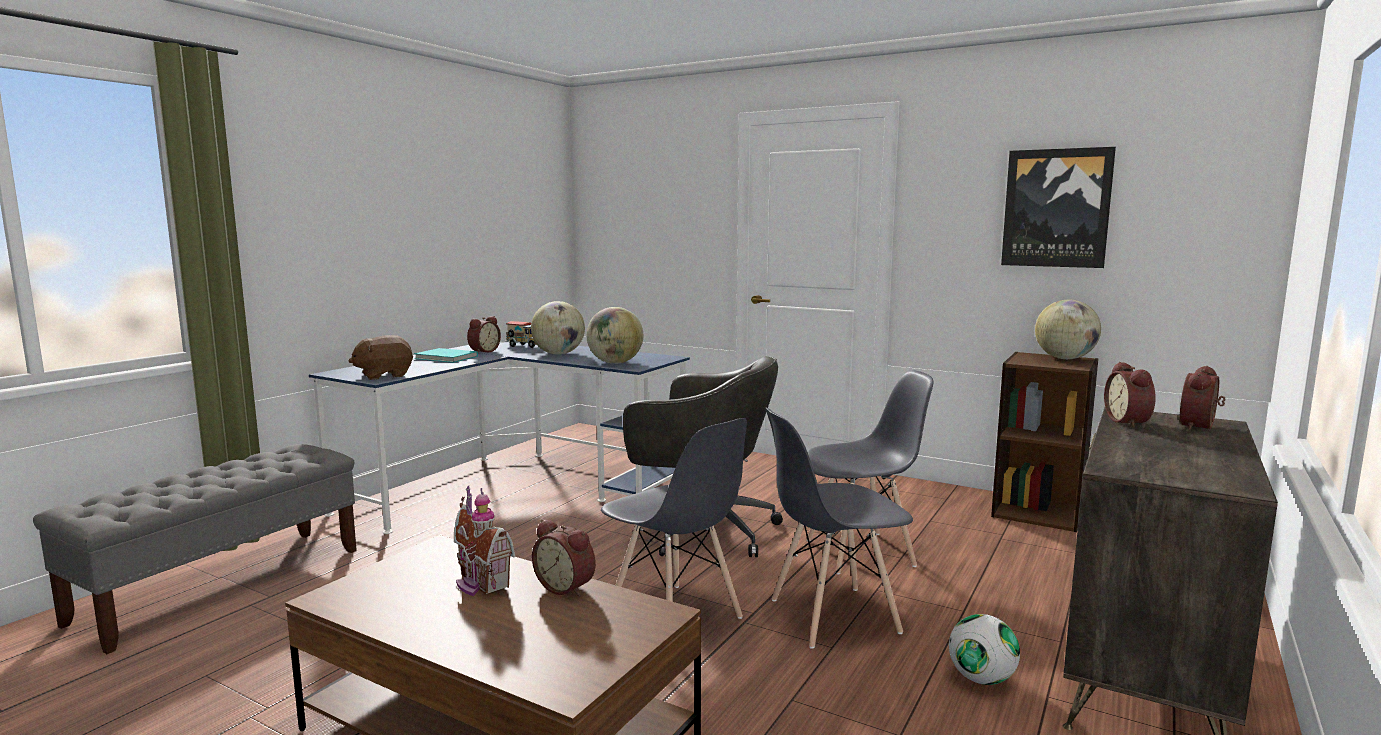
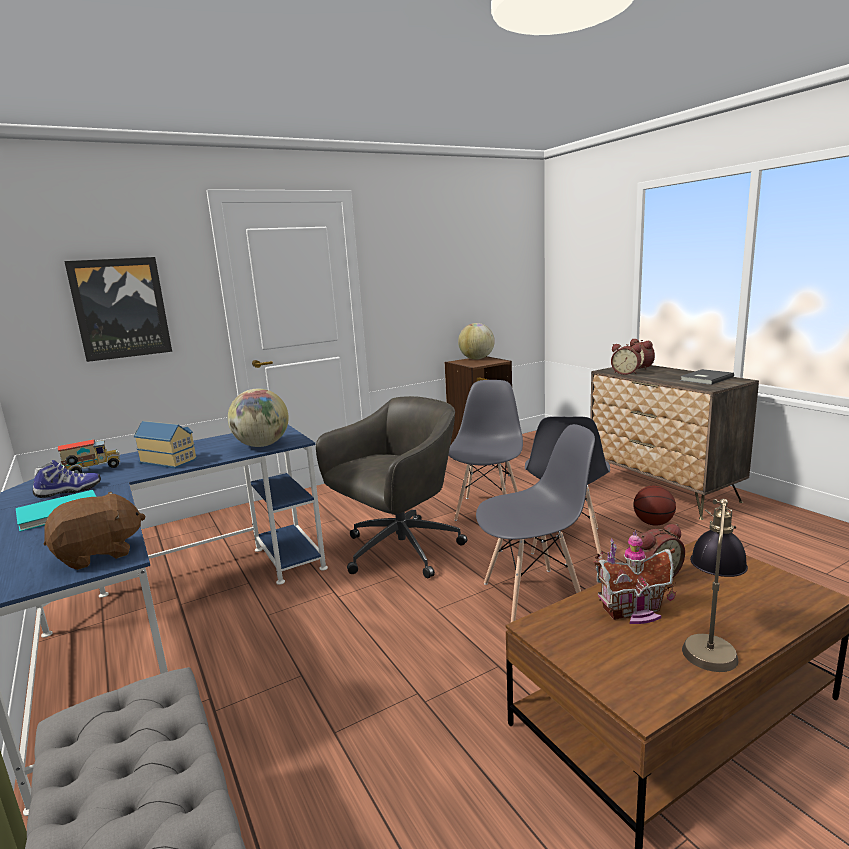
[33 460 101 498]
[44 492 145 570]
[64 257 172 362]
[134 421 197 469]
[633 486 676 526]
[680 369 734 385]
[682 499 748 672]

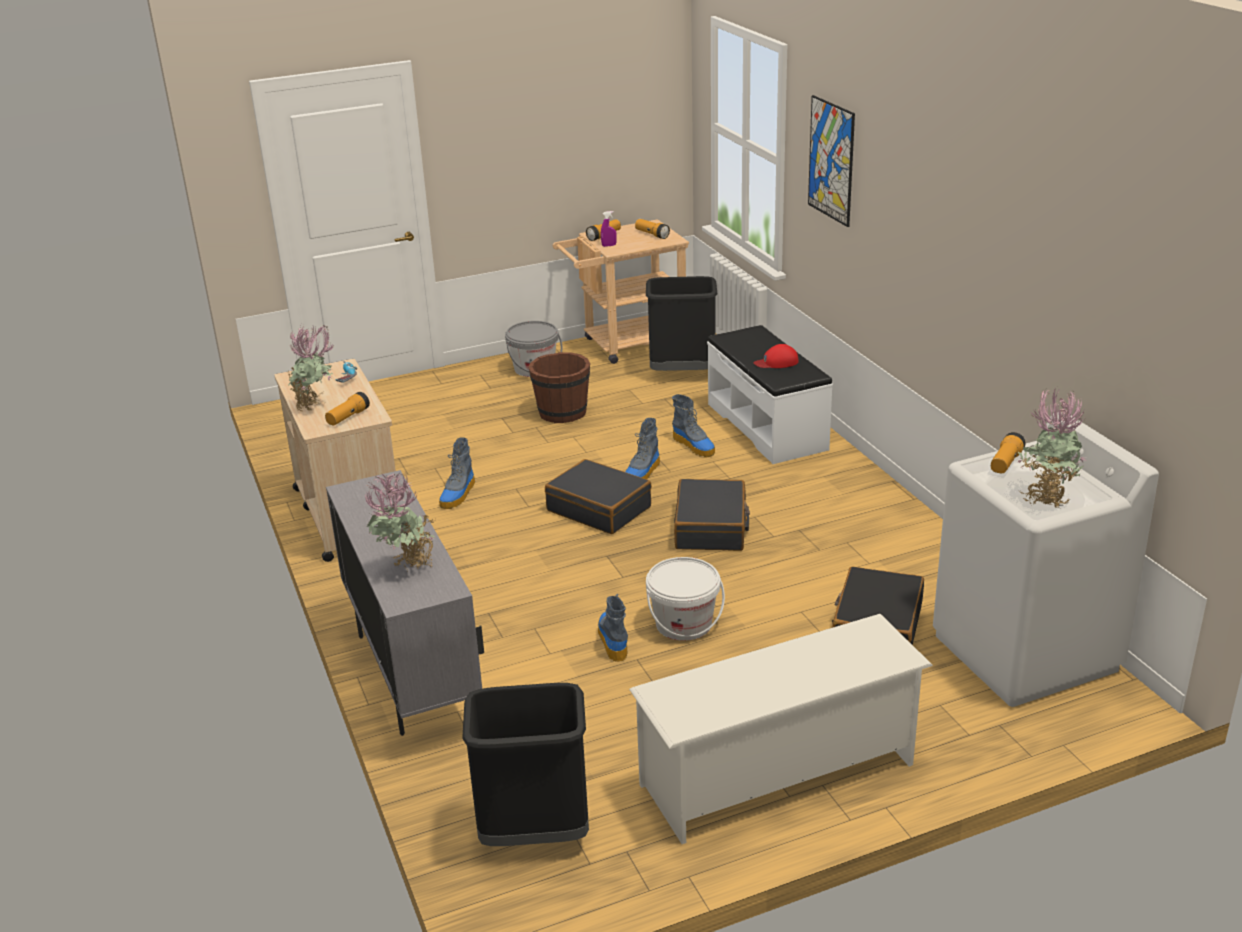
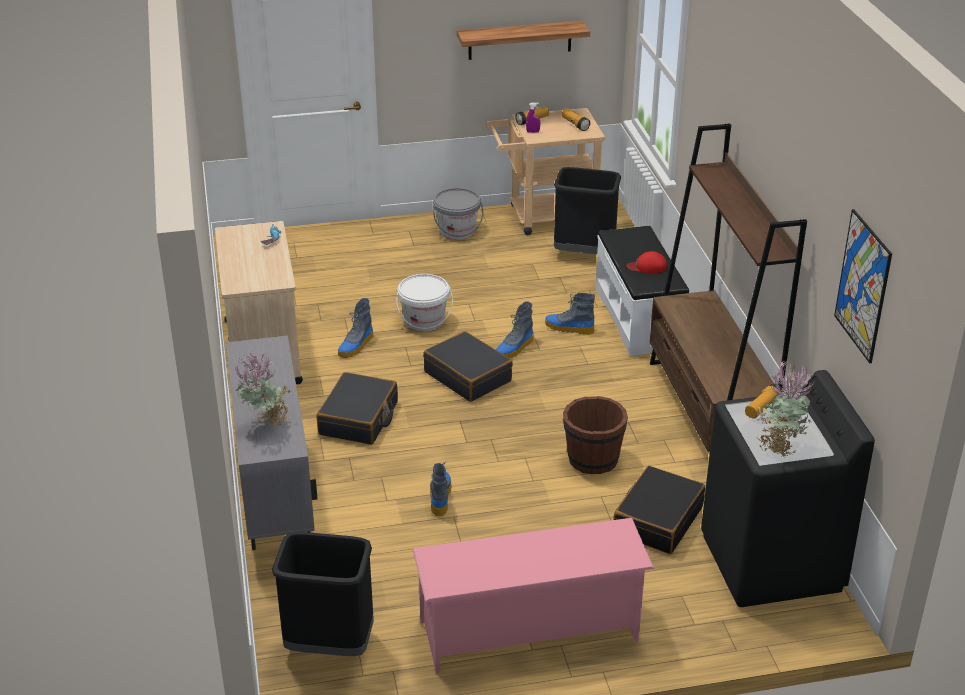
[317 372 398 445]
[396 274 453 332]
[413 518 654 673]
[457 21 590 60]
[545 293 595 335]
[563 396 628 474]
[650 123 807 452]
[701 370 875 607]
[834 209 892 364]
[288 325 333 412] (first image)
[325 392 370 426] (first image)

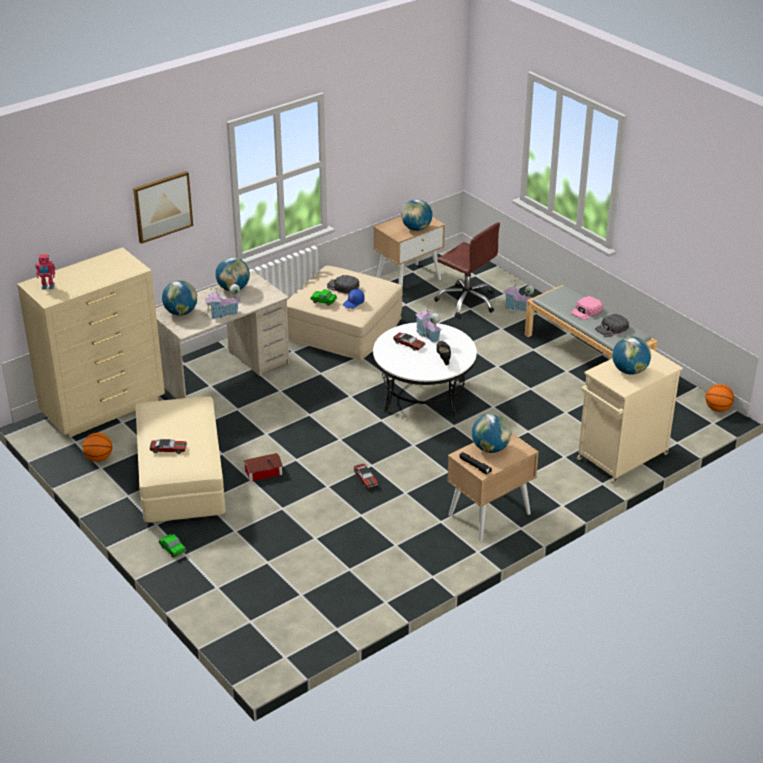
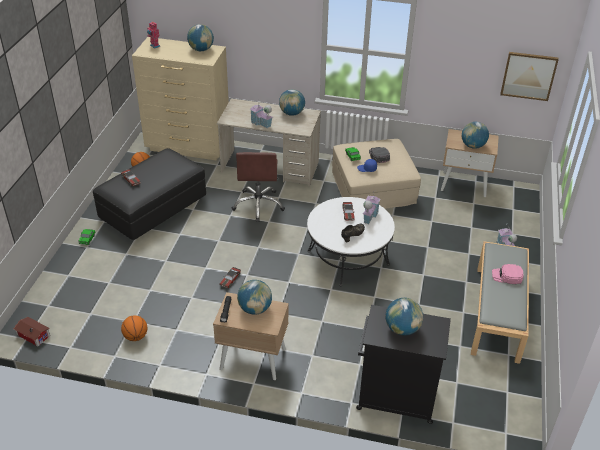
[13 317 50 347]
[93 148 206 240]
[121 315 147 341]
[187 24 214 51]
[232 152 285 222]
[356 305 451 424]
[500 52 559 101]
[595 314 629 337] (first image)

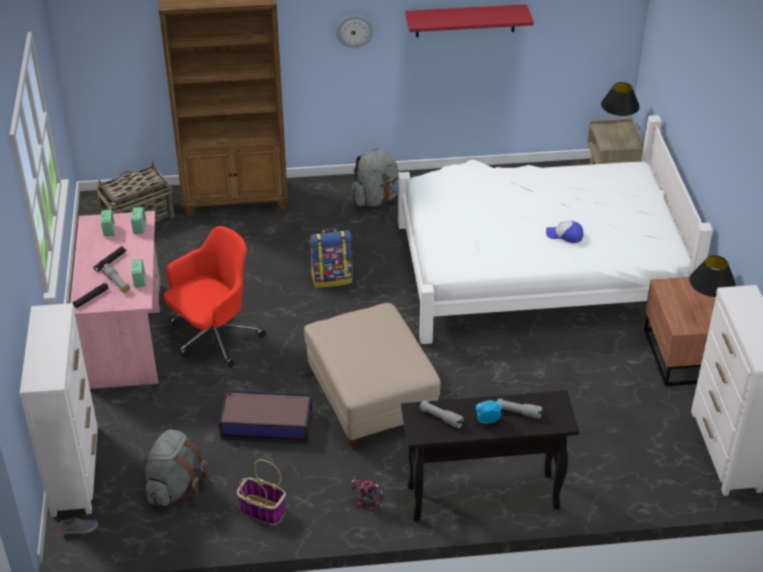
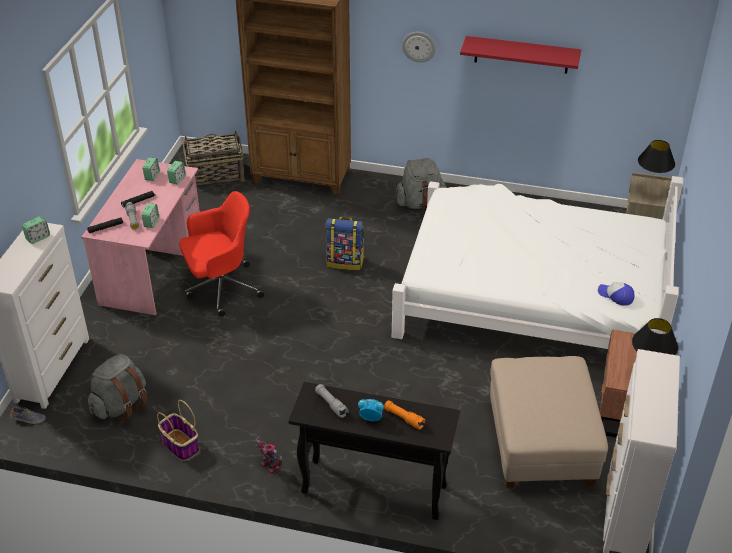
[22 217 50 244]
[384 400 425 429]
[490 356 608 488]
[598 282 635 306]
[219 390 312 444] (first image)

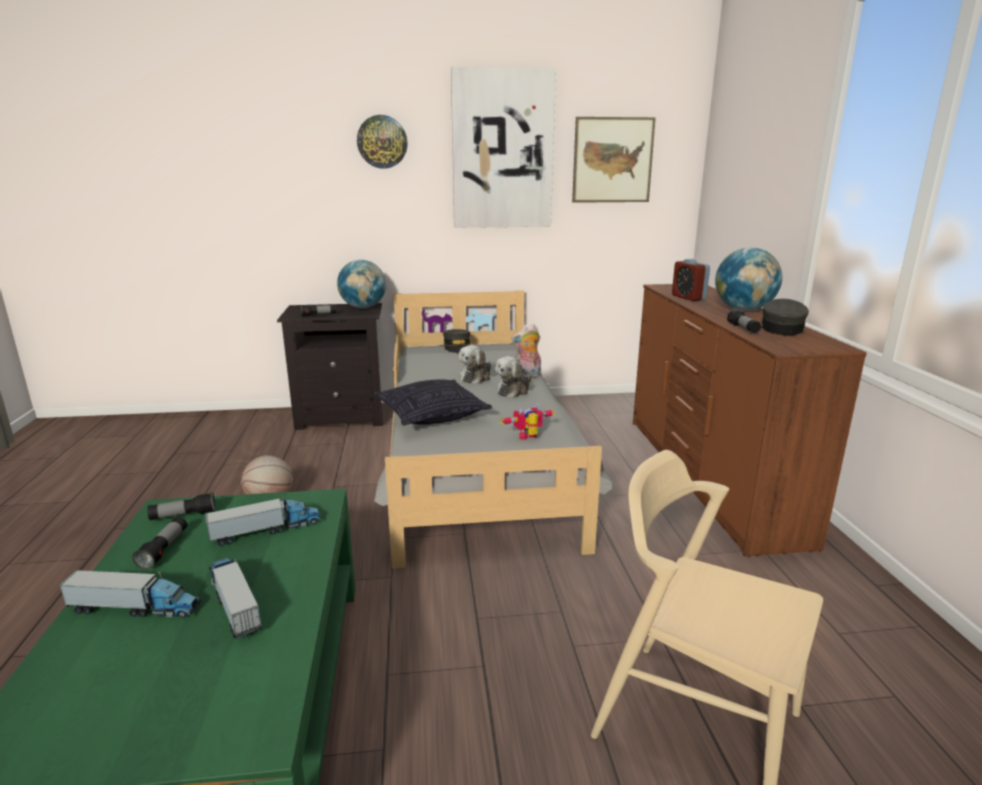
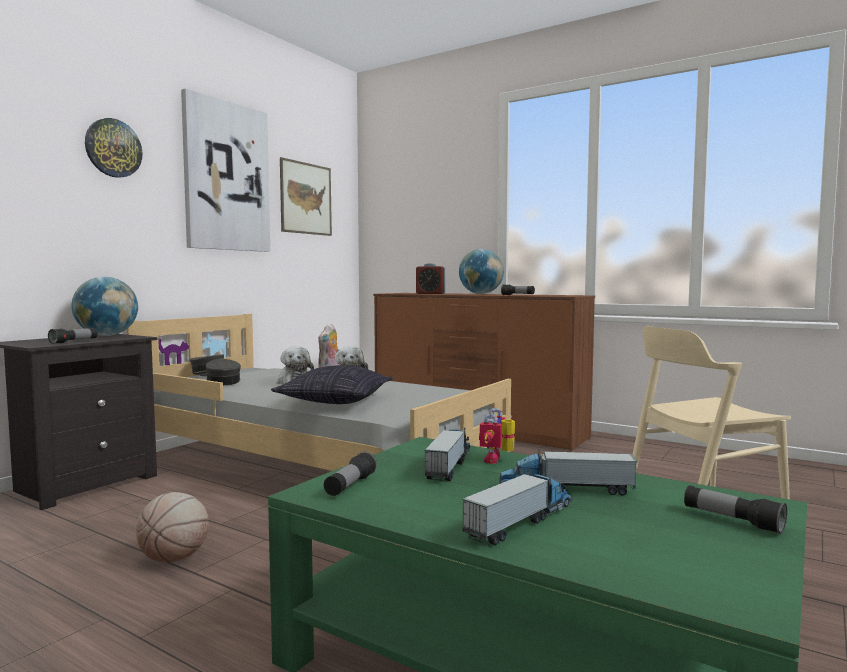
[206 359 241 385]
[479 408 515 464]
[684 485 787 534]

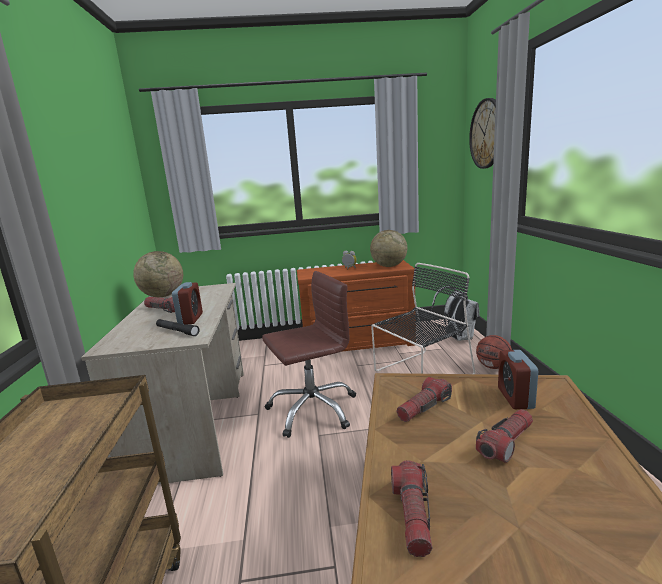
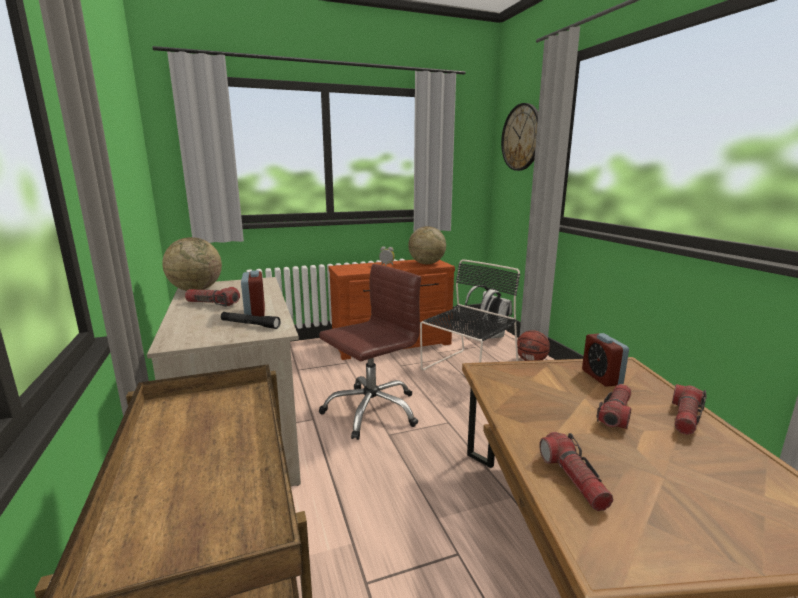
[672 384 707 435]

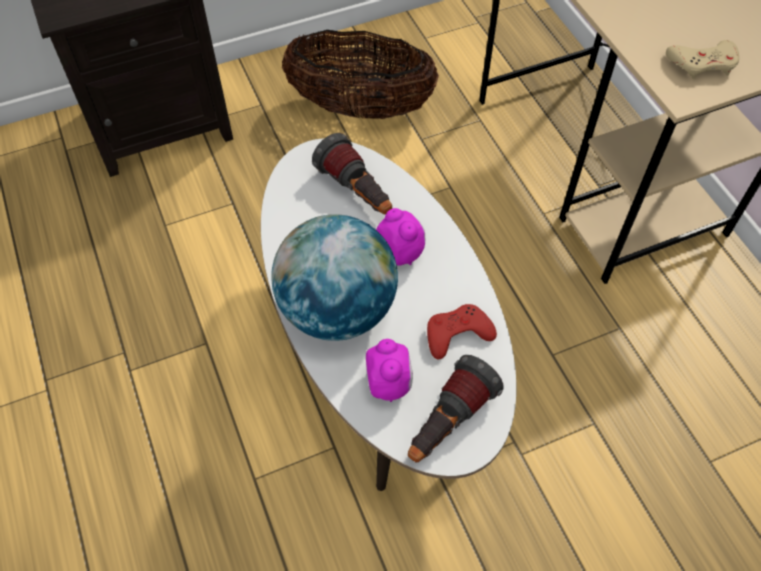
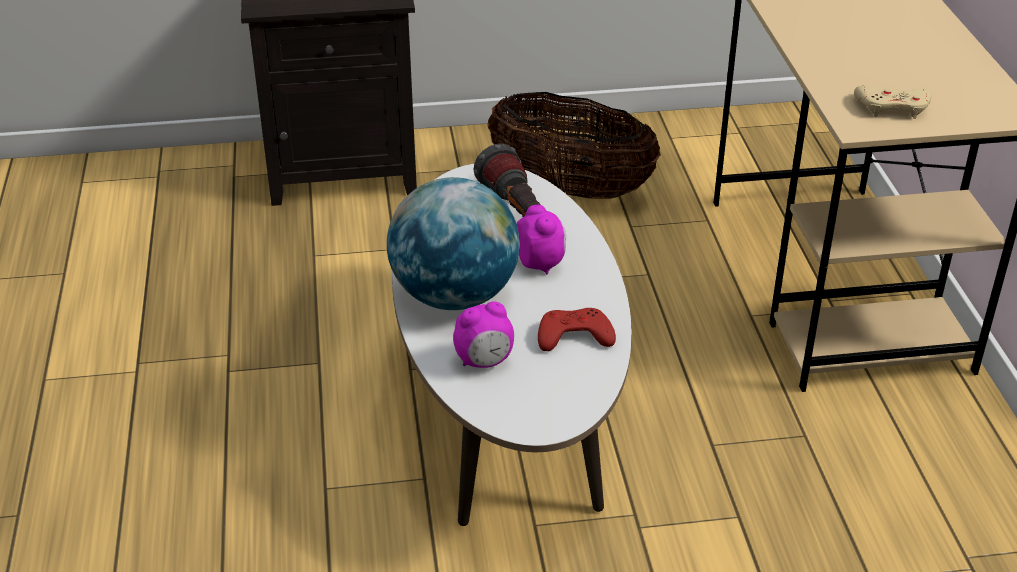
[453 301 514 368]
[408 355 503 463] (first image)

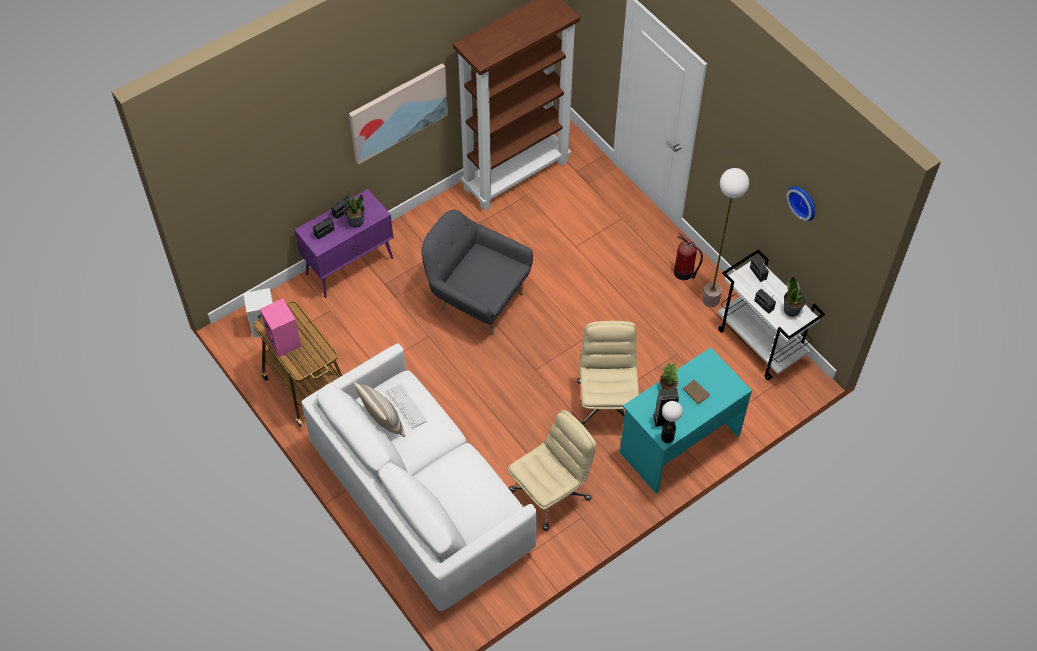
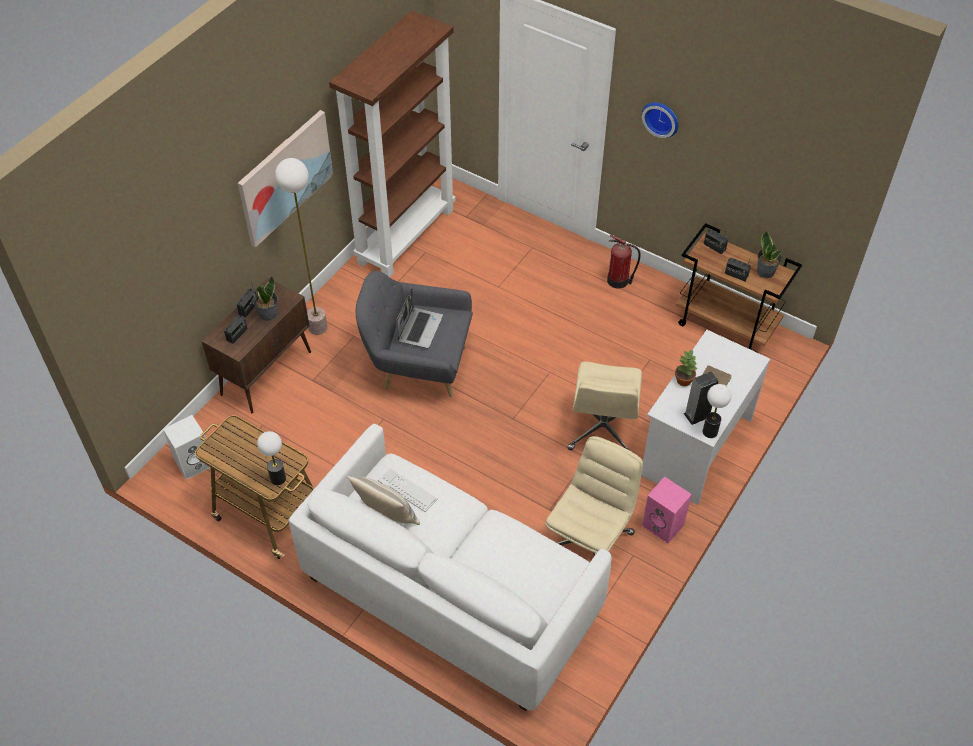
[202 278 311 414]
[257 431 286 485]
[275 158 327 335]
[396 288 443 349]
[567 362 642 451]
[642 102 678 138]
[642 330 770 505]
[642 476 692 544]
[676 223 802 351]

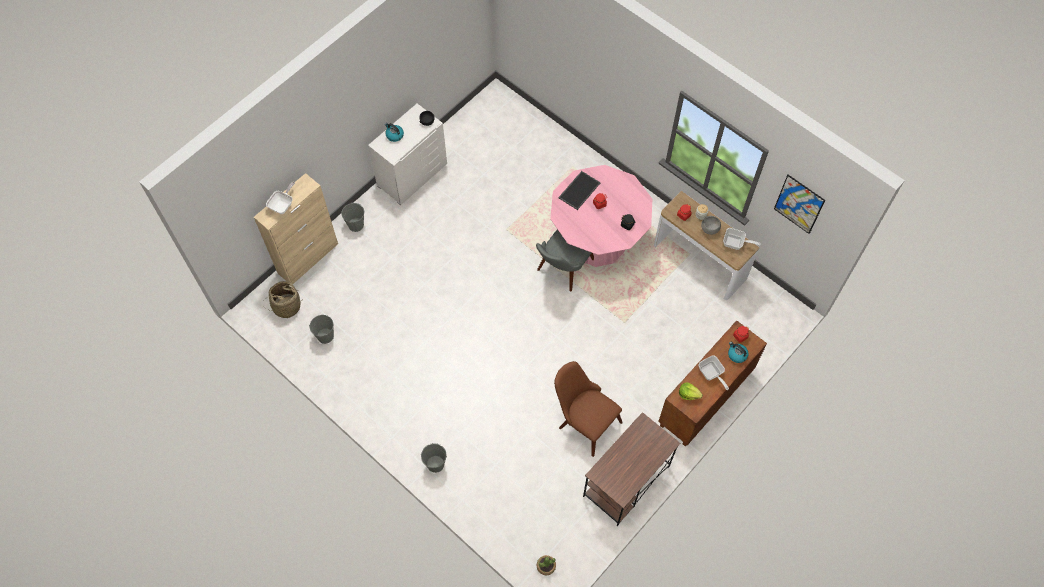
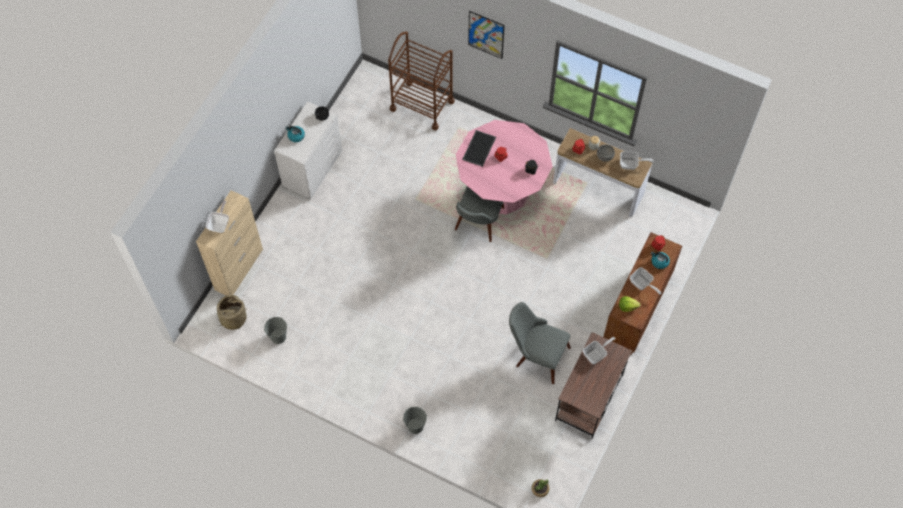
[388 31 454 130]
[468 11 505 59]
[509 302 571 384]
[583 337 616 364]
[341 202 364 232] (first image)

